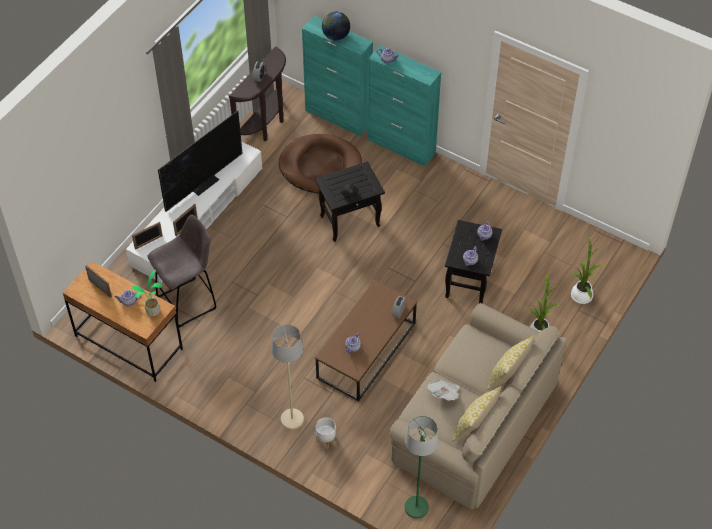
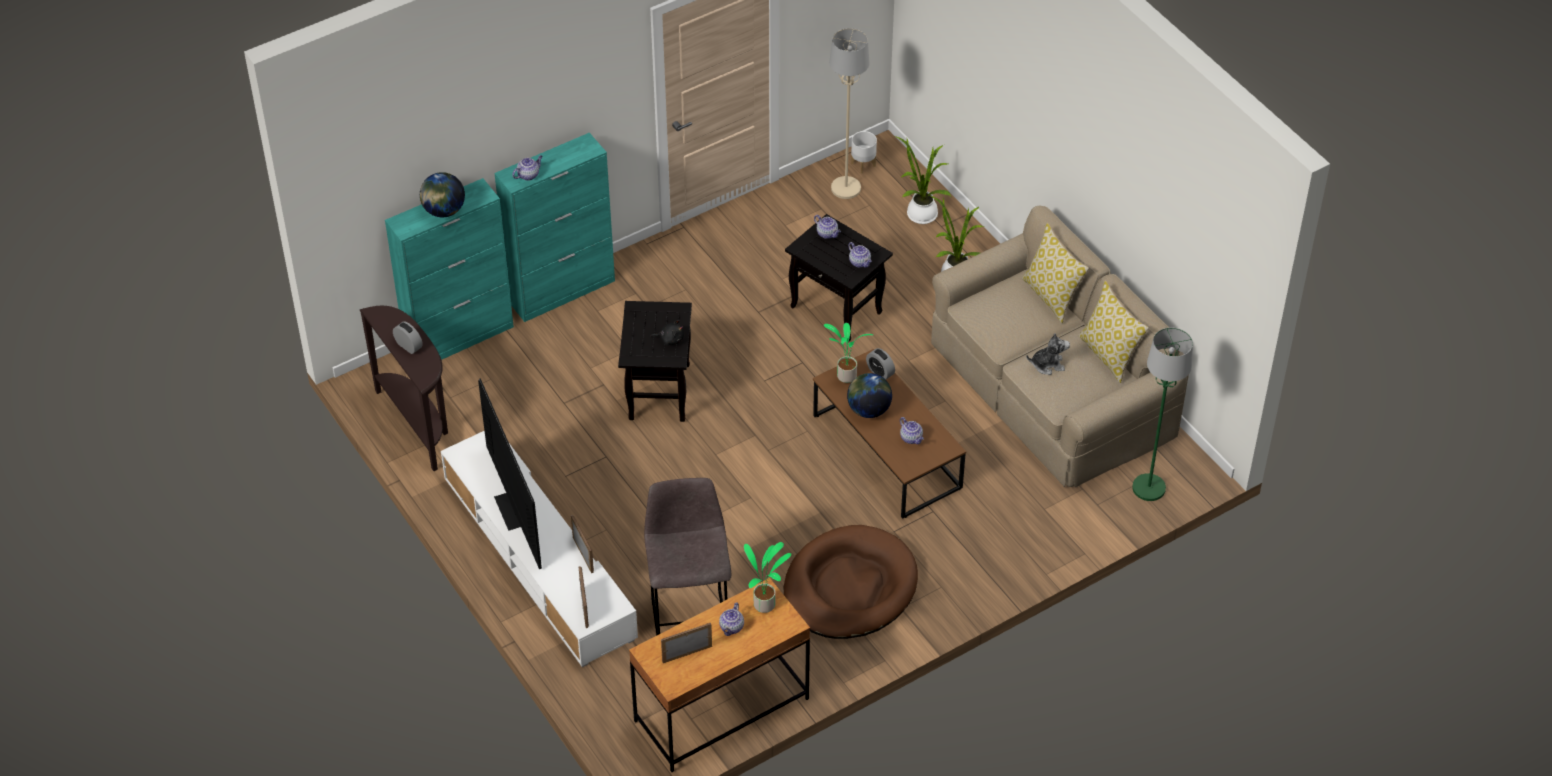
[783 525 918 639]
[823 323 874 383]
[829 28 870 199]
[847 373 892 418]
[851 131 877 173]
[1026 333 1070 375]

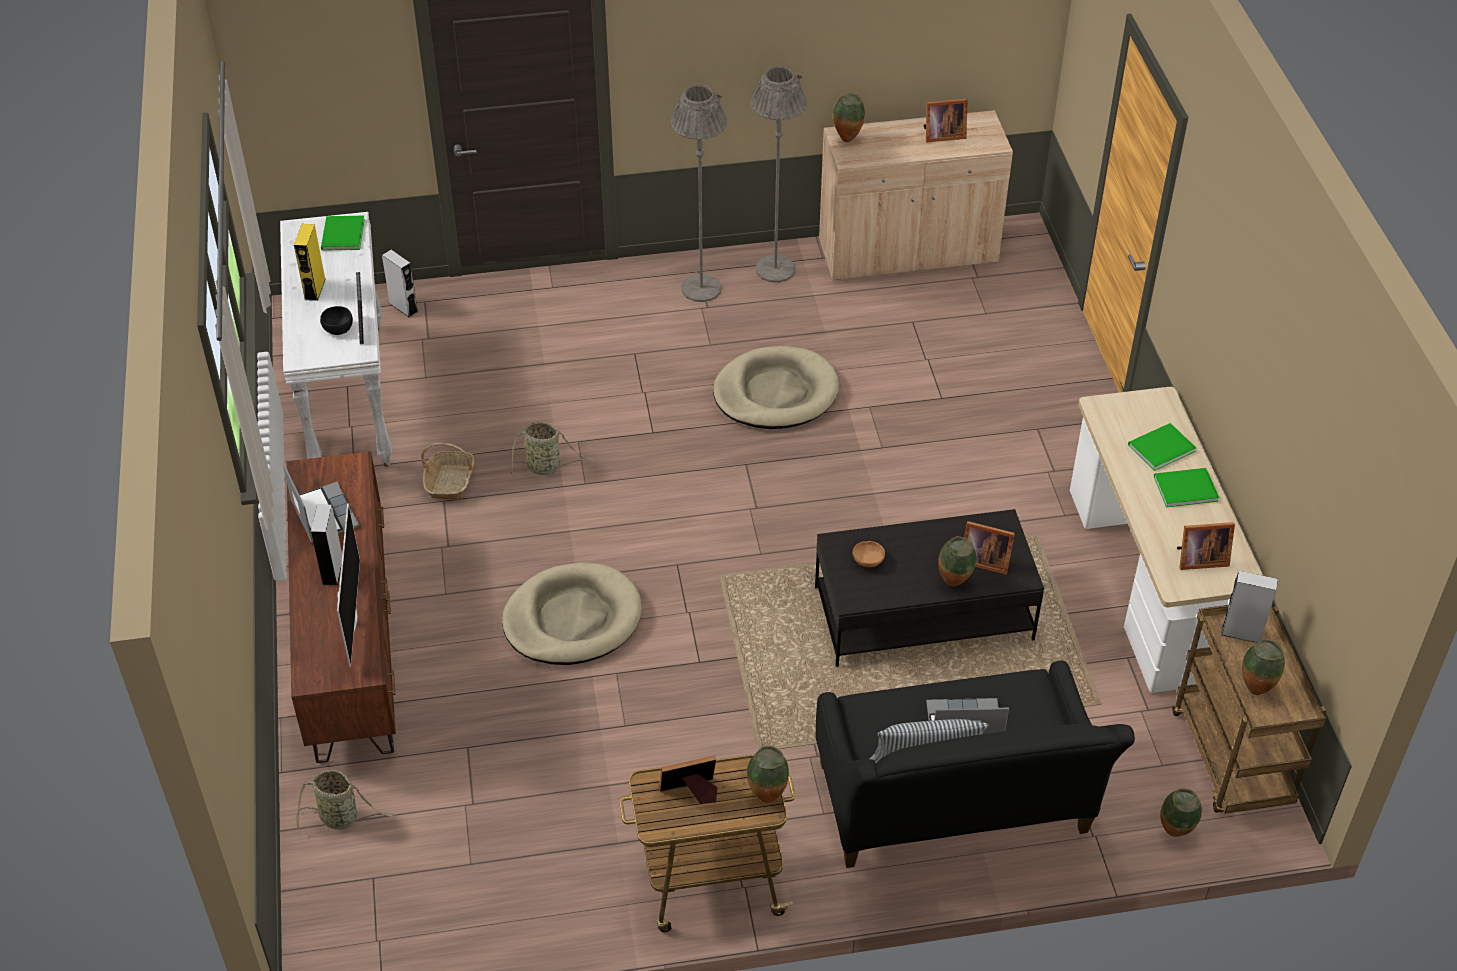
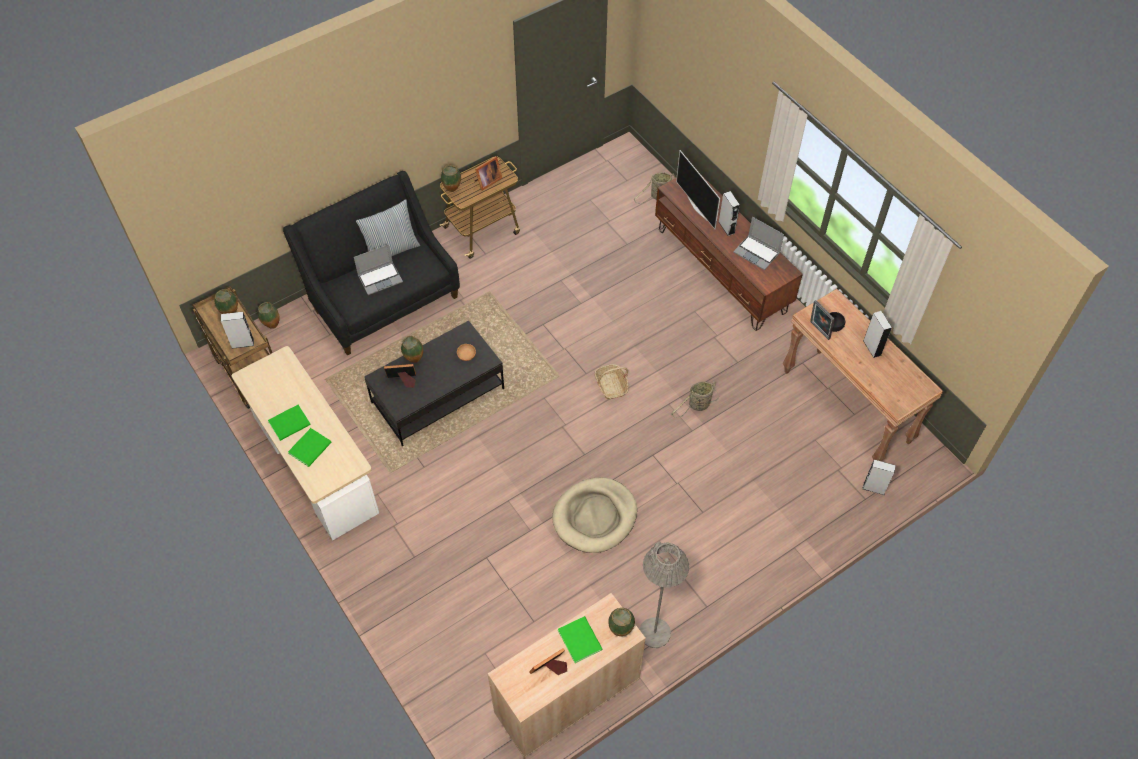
[558 616 603 663]
[595 364 629 399]
[783 289 943 461]
[863 311 892 358]
[502 563 642 665] (first image)
[671 85 727 302] (first image)
[1177 522 1235 570] (first image)

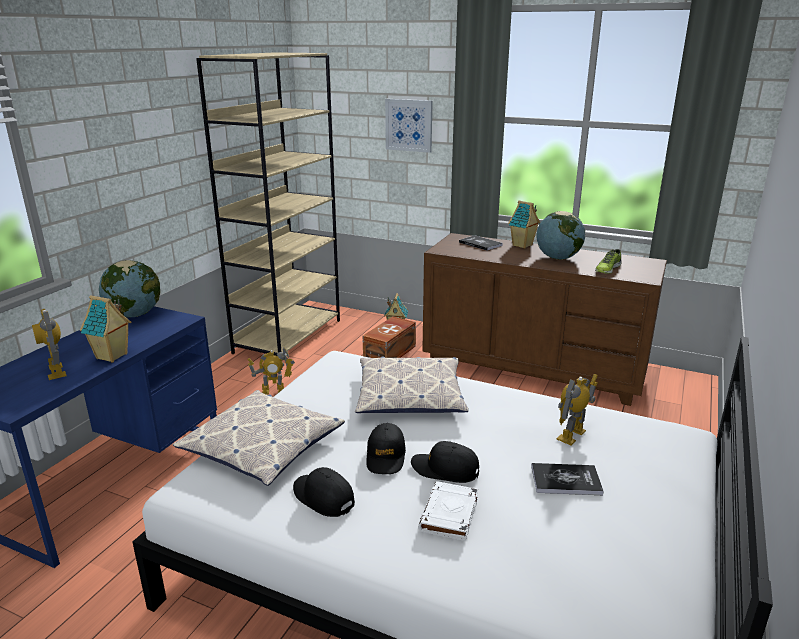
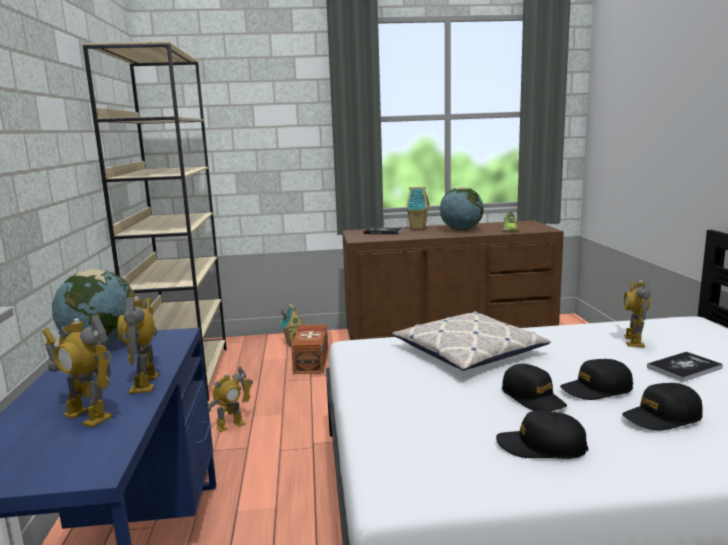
[117 296 159 394]
[622 383 703 431]
[173 390 345 486] (first image)
[385 99 433 153] (first image)

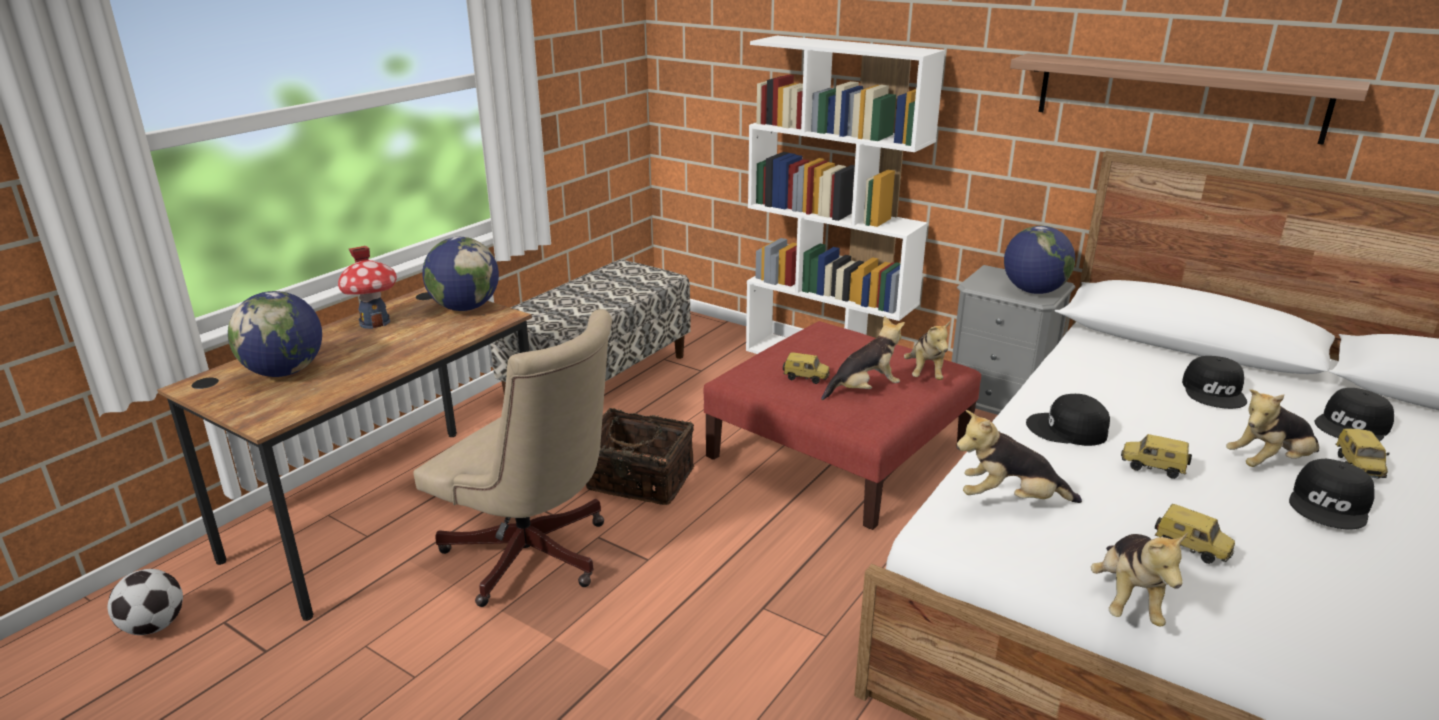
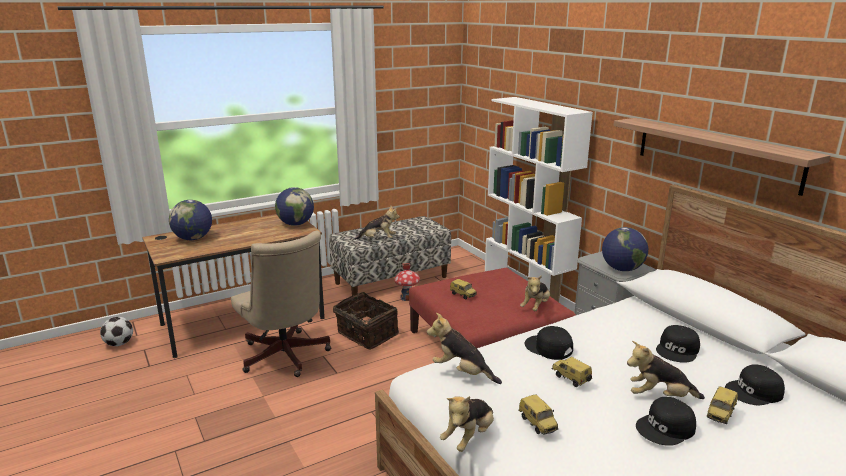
[354 205 400 240]
[394 263 420 301]

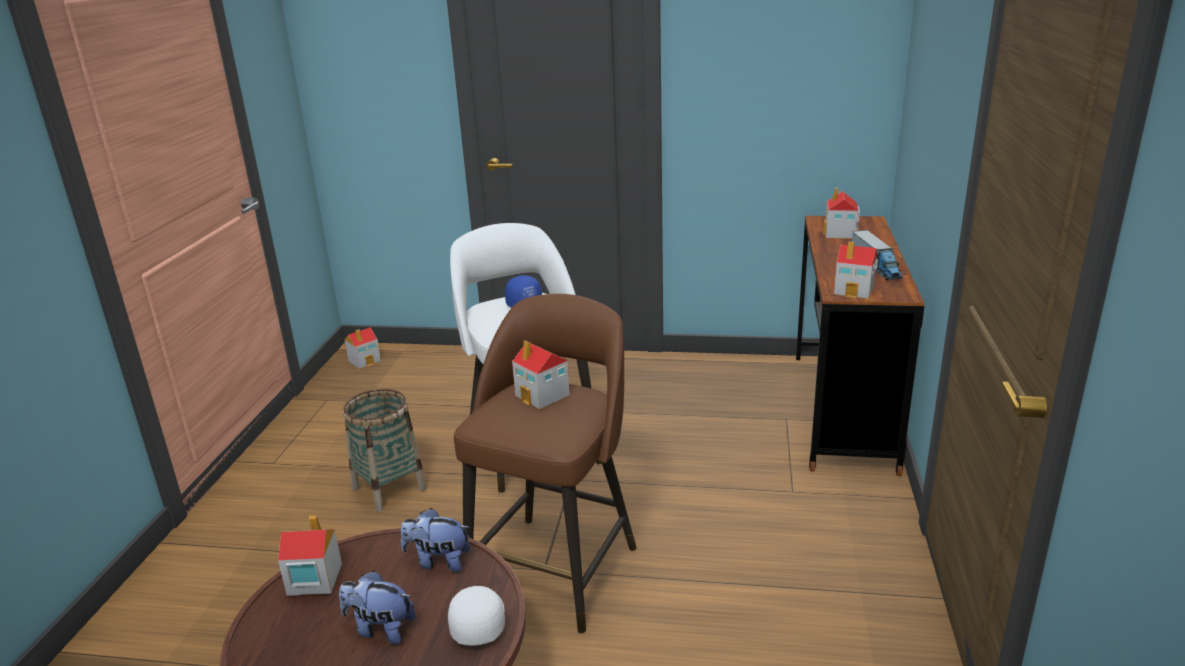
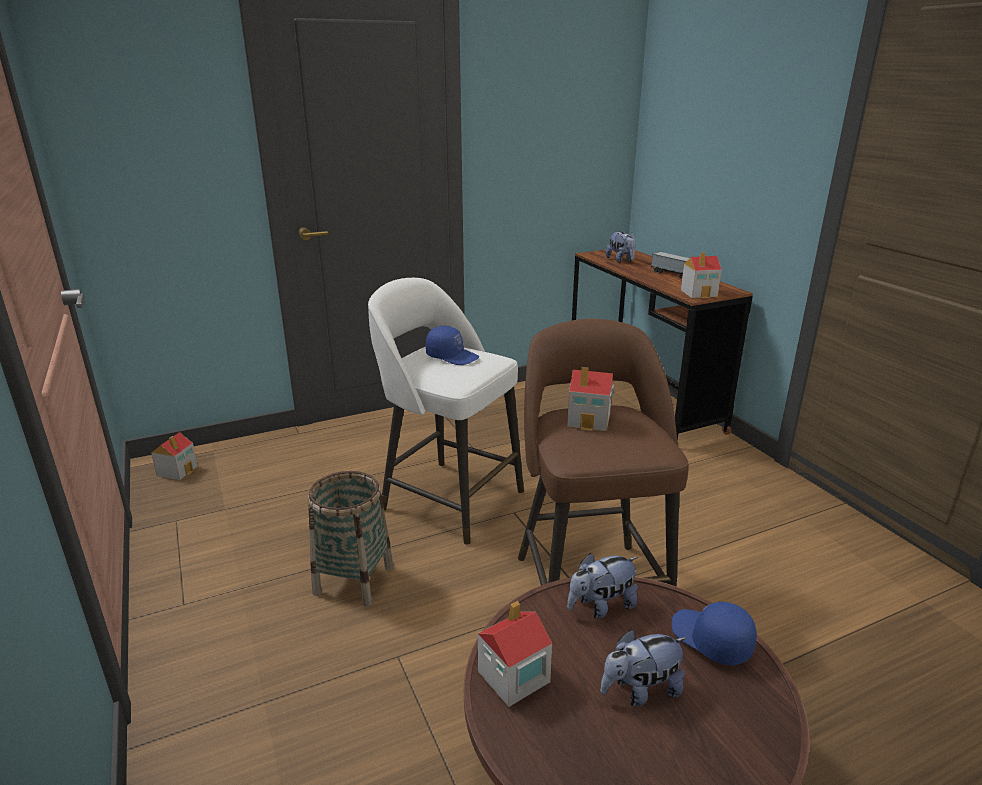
[606 231 636 263]
[671 601 757 666]

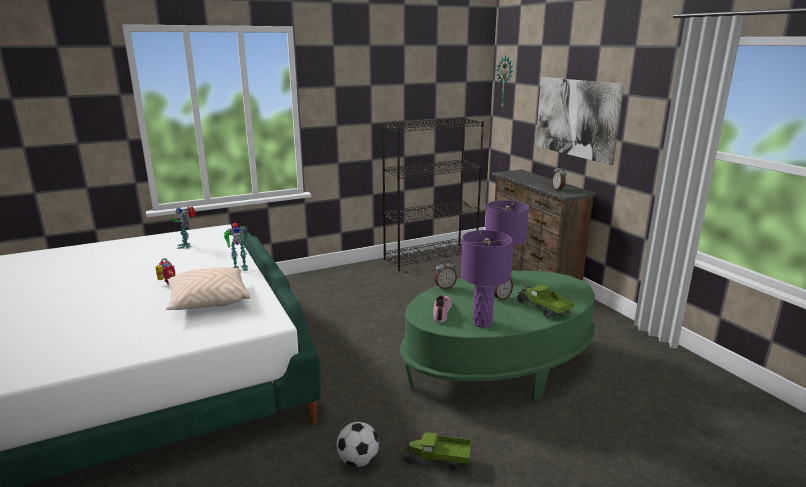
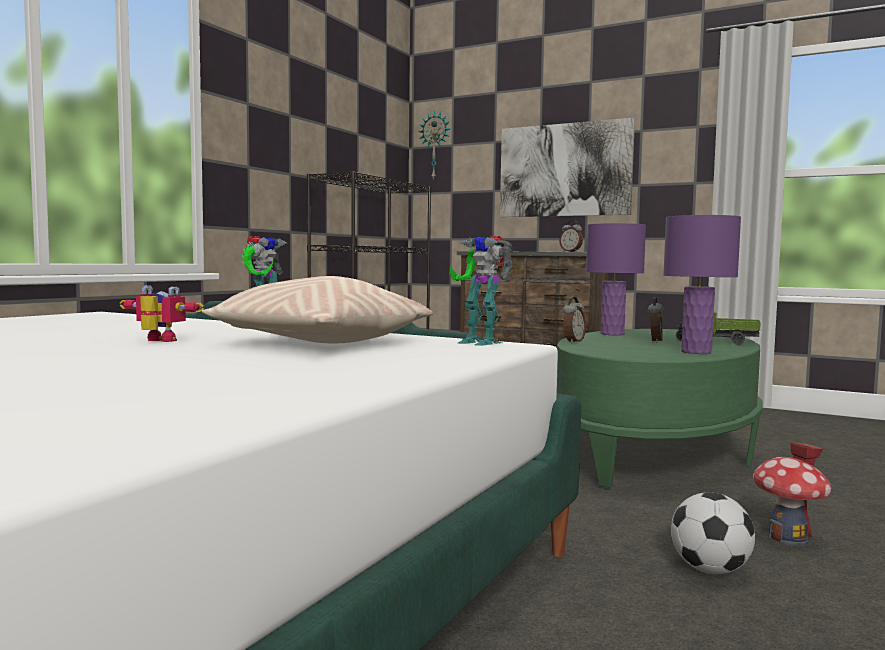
[449 236 513 346]
[753 442 832 546]
[433 295 452 323] (first image)

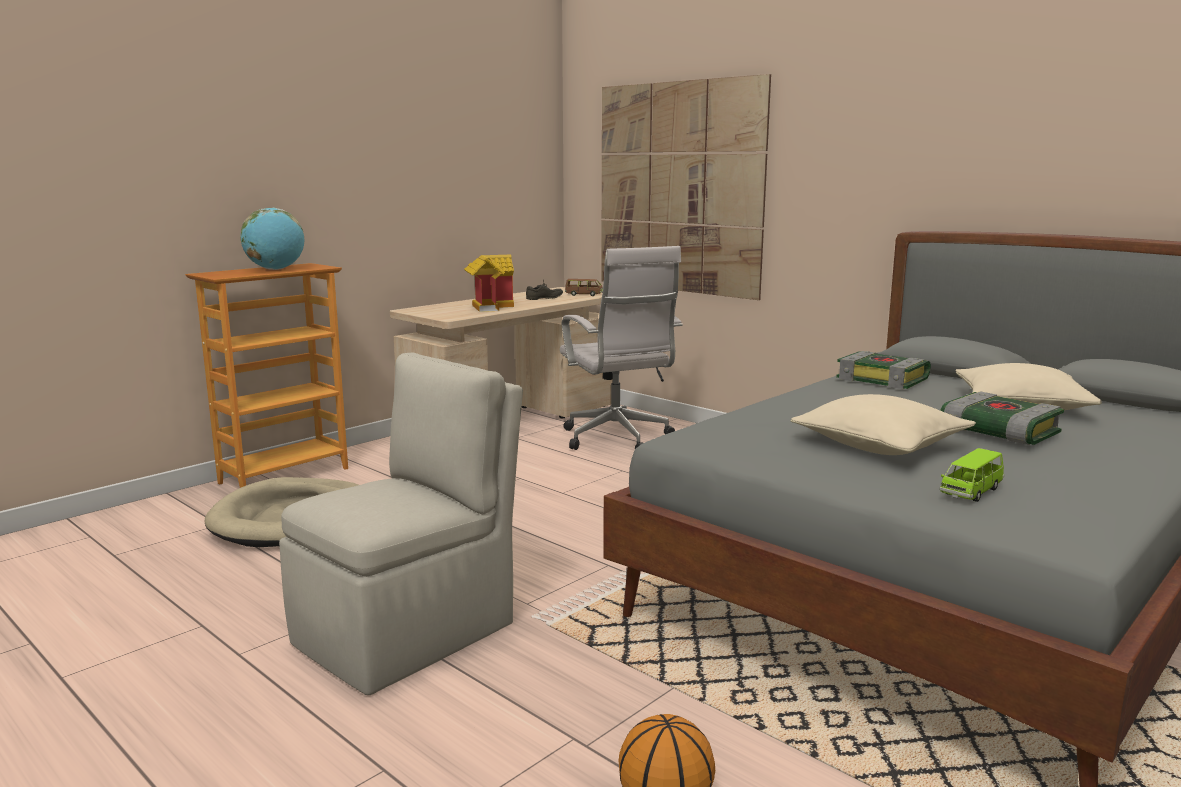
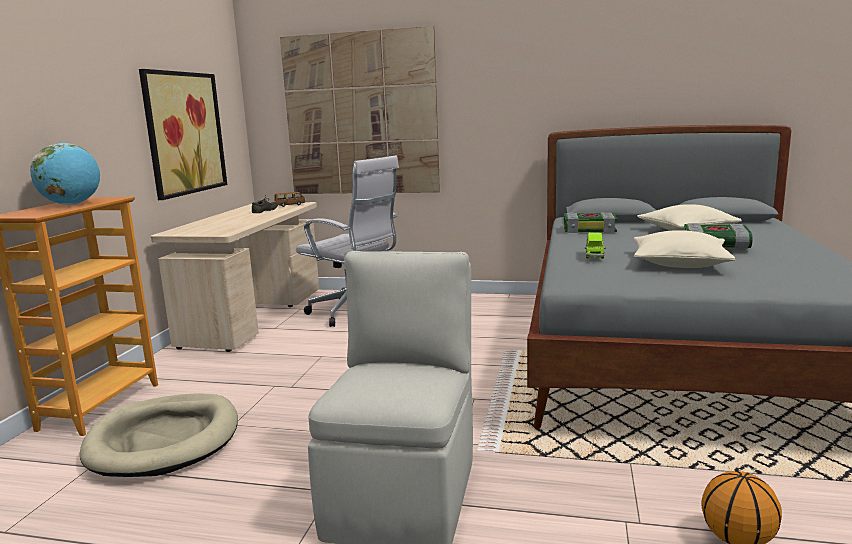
[139 69 227 200]
[585 233 606 259]
[464 255 514 312] (first image)

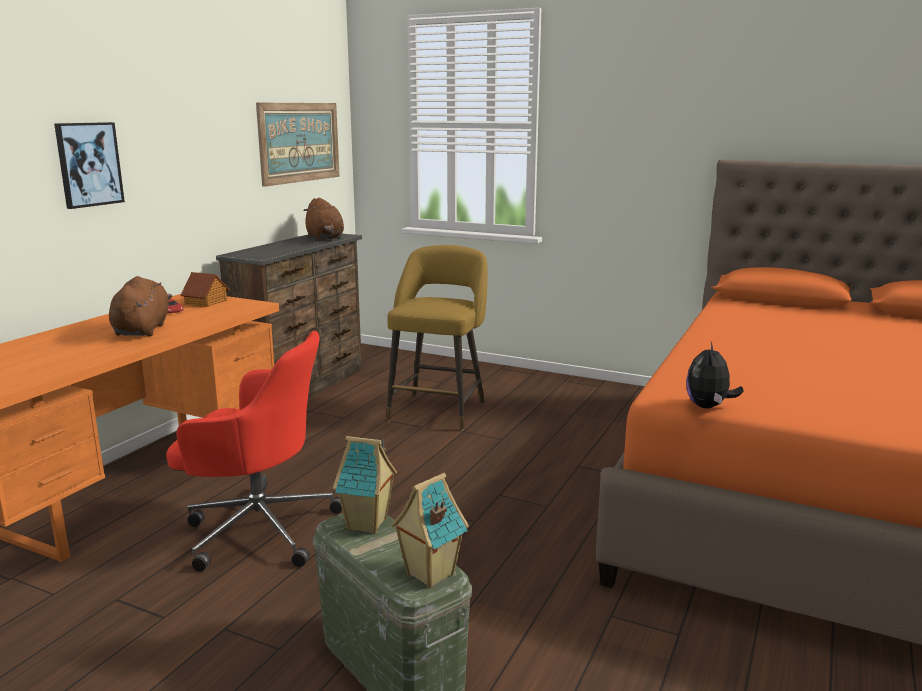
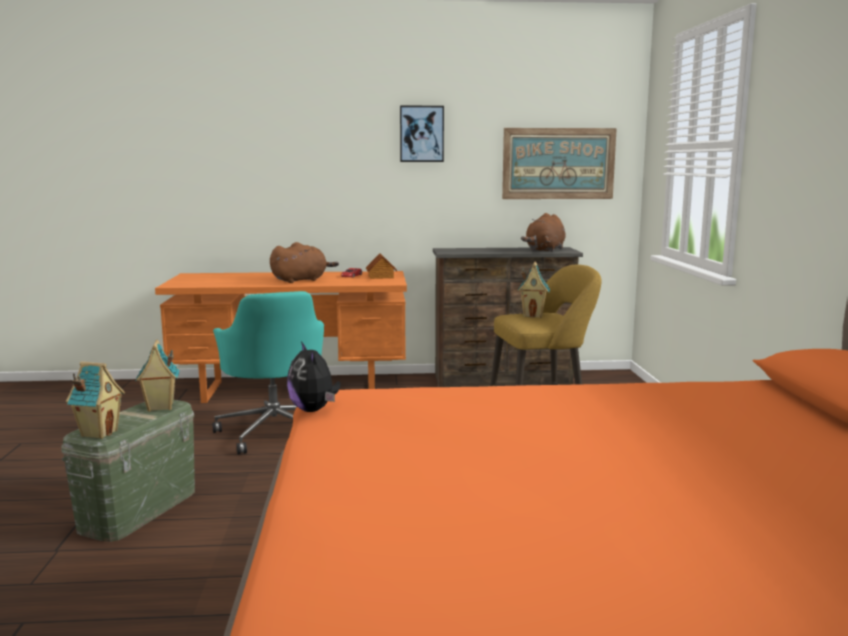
[212 291 324 454]
[287 341 341 412]
[400 106 444 162]
[518 262 550 318]

